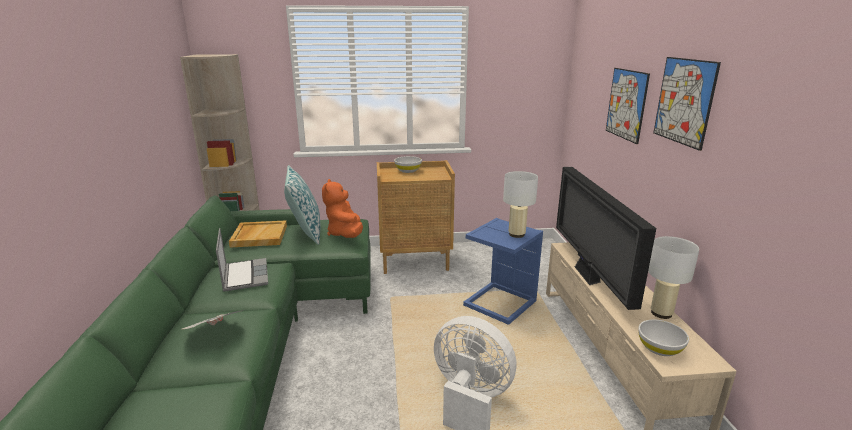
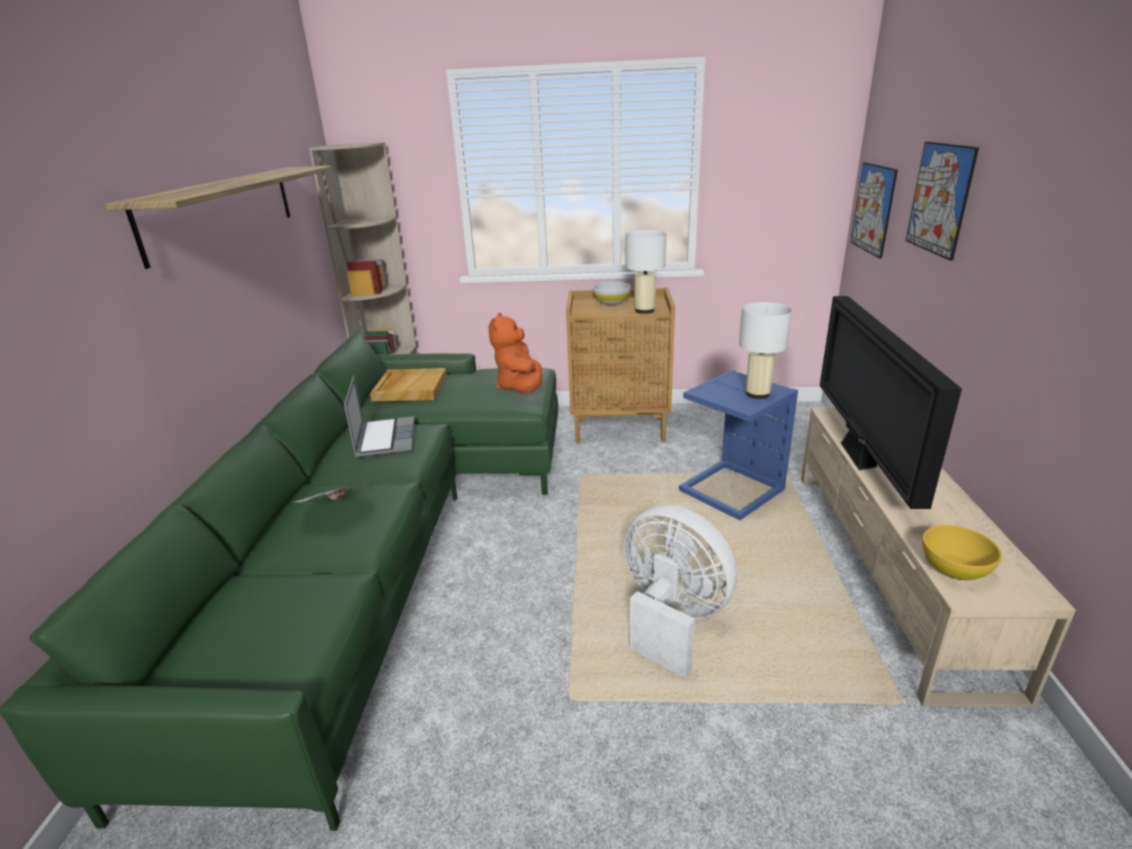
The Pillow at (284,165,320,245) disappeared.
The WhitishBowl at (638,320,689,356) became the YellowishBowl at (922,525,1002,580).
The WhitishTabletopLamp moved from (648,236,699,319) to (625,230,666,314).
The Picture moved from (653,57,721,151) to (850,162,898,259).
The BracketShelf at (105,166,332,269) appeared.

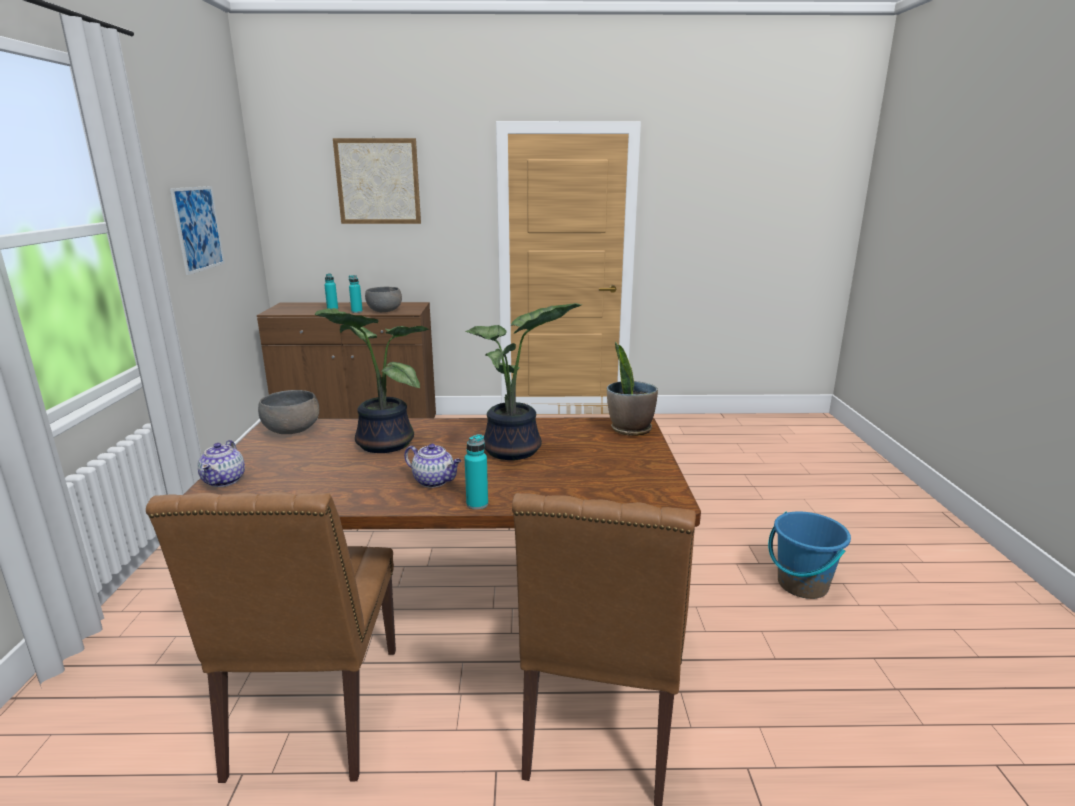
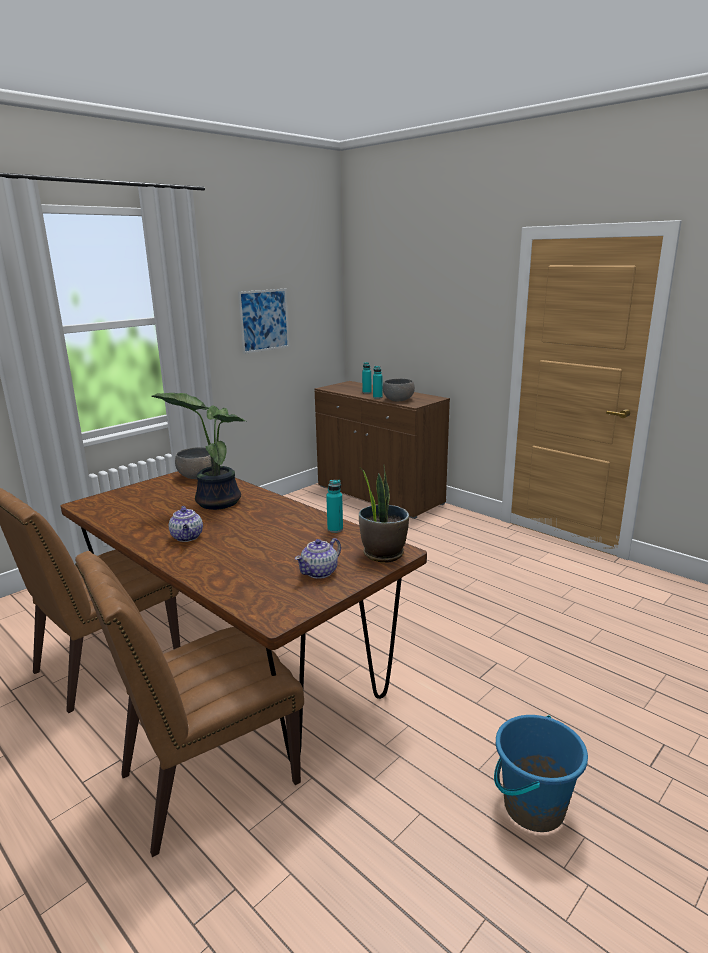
The PotForTea moved from (198,440,245,487) to (295,538,341,579).
The Picture at (333,137,421,224) disappeared.
The TurquoiseDrinkBottle moved from (464,434,488,510) to (326,480,343,533).
The PlantInAPot at (465,303,581,460) disappeared.

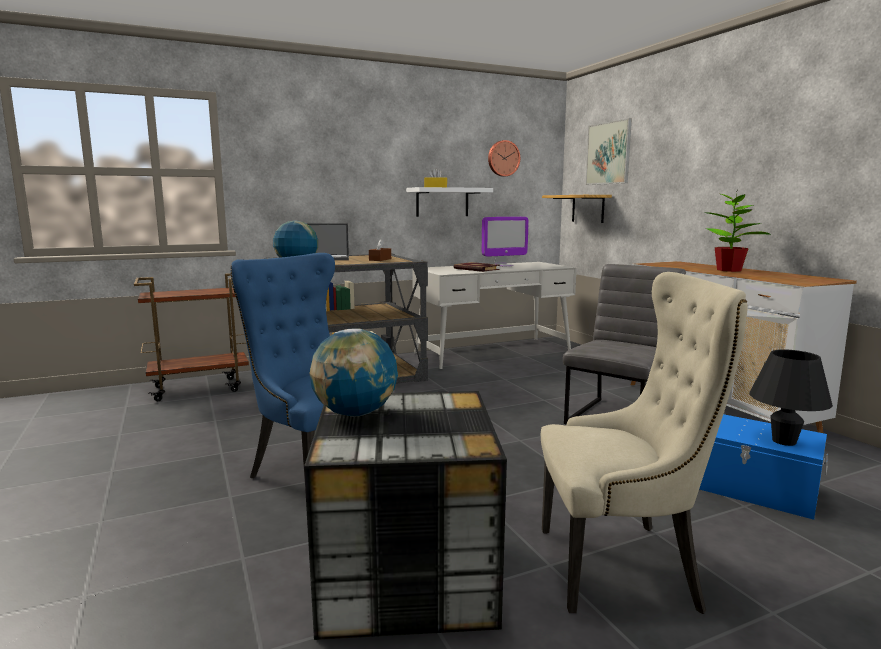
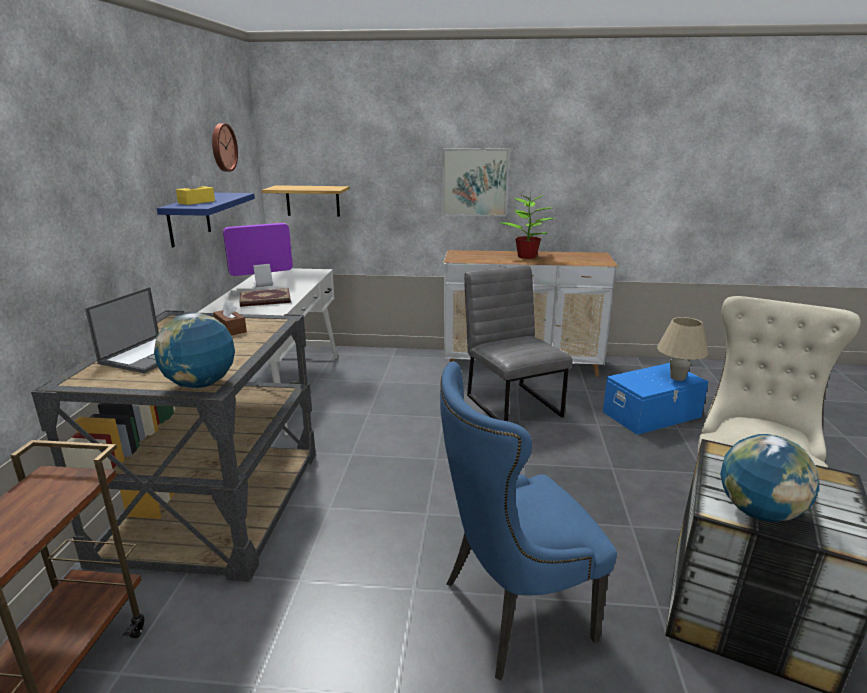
The WhitishBracketShelf at (406,187,493,217) became the BlueColouredBracketShelf at (157,193,255,247).
The ComputerScreen at (482,217,528,267) turned 120 degrees counterclockwise.
The Picture moved from (585,118,632,185) to (442,148,509,216).
The BlackColouredTabletopLamp at (750,349,833,446) became the SandColouredTabletopLamp at (657,317,708,381).

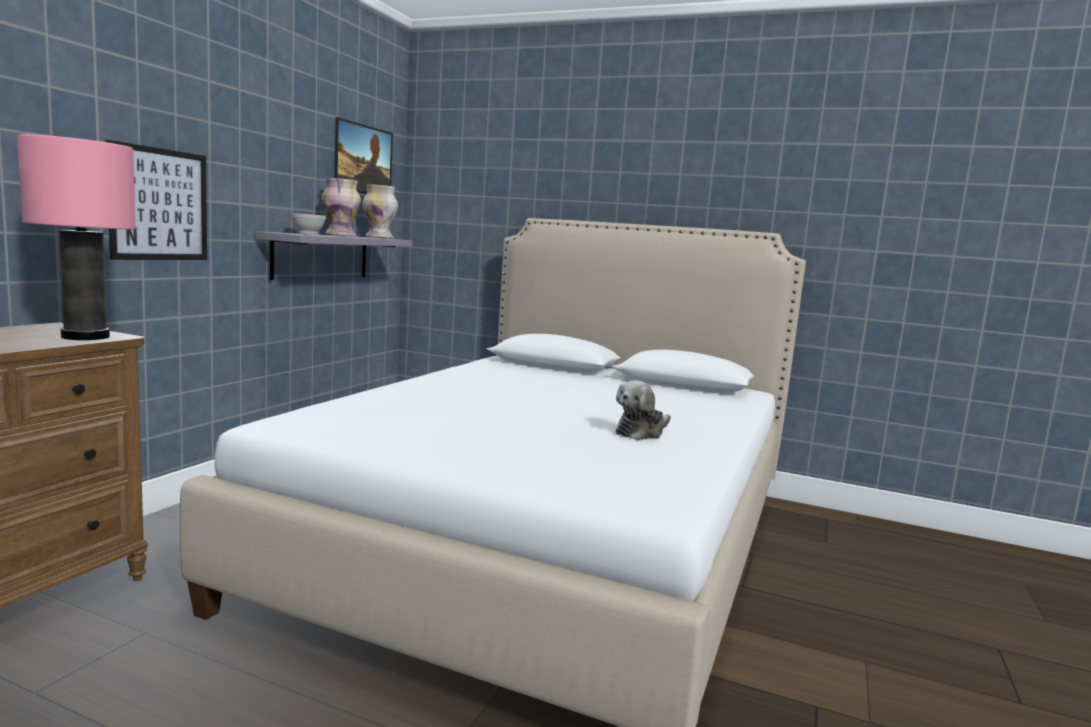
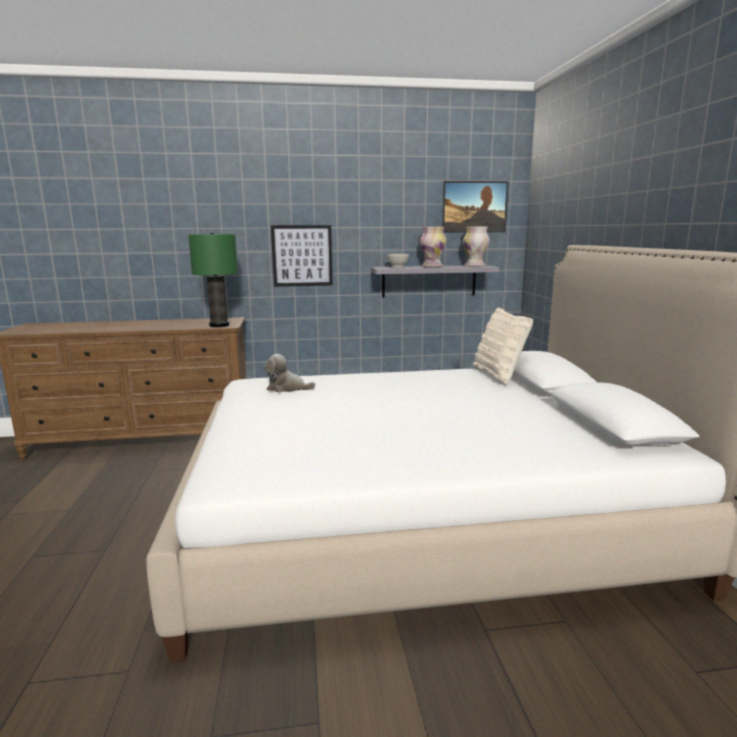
The PinkishTabletopLamp at (17,134,136,340) became the GreenColouredTabletopLamp at (188,233,238,327).
The CuddlyToy moved from (615,380,671,440) to (265,354,316,392).
The SandColouredPillow at (473,307,533,385) appeared.

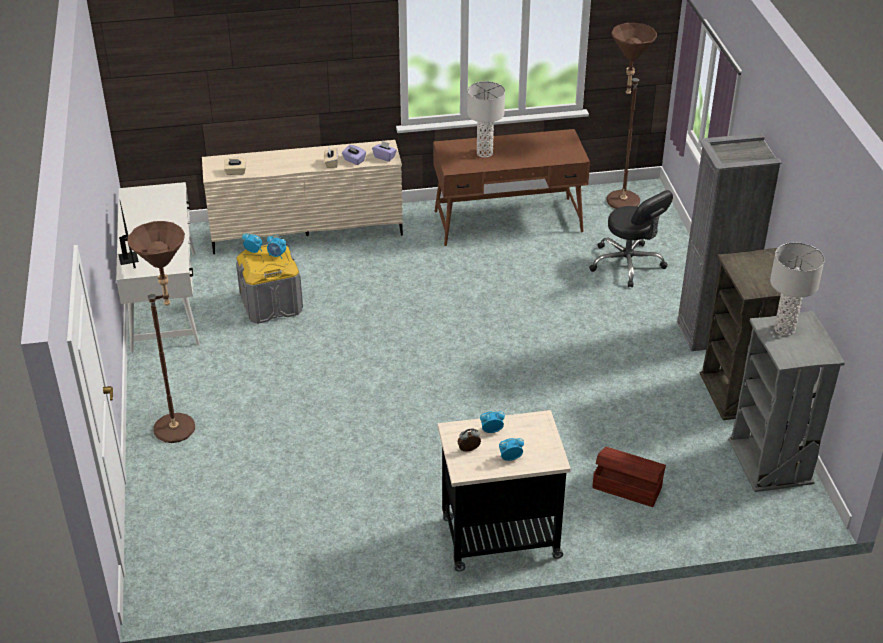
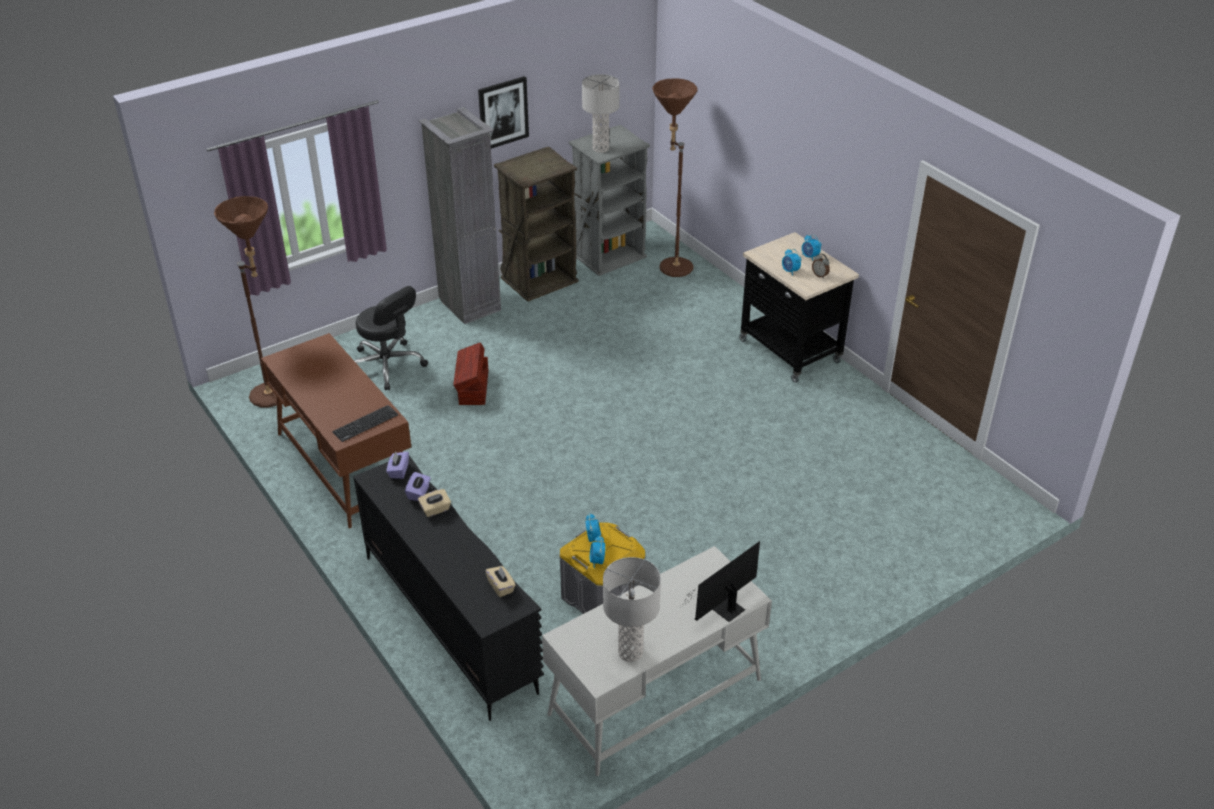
The BrownFloorLamp moved from (127,221,195,443) to (652,78,698,277).
The SandColouredDrawerChest at (202,140,403,254) became the BlackColouredDrawerChest at (353,456,544,721).
The WhitishTabletopLamp moved from (467,81,505,158) to (603,557,661,662).
The BlackColouredComputerChair at (589,190,673,288) turned 105 degrees clockwise.
The BrownStorageBox moved from (592,446,666,507) to (453,342,488,405).
The PcKeyboard at (332,405,398,442) appeared.
The Picture at (478,76,529,149) appeared.

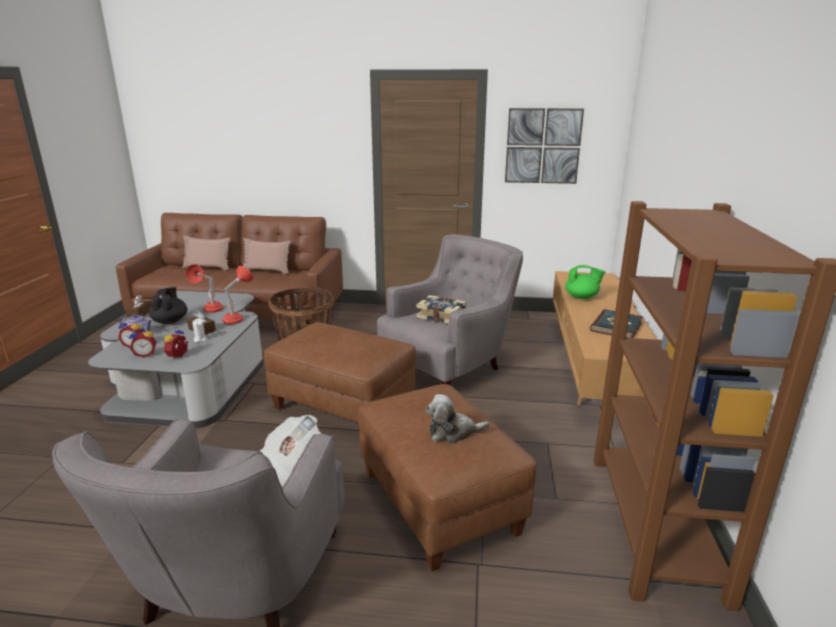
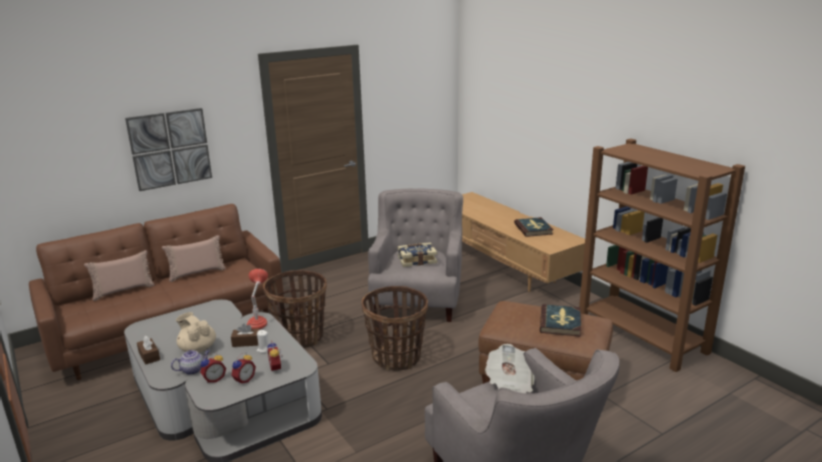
The BlackColouredPotForTea at (149,287,187,324) became the SandColouredPotForTea at (176,312,216,353).
The RedTabletopLamp at (185,264,223,313) disappeared.
The BrownFootrest at (263,322,416,423) was replaced by the StorageBasket at (362,286,428,371).
The CuddlyToy at (426,394,490,444) was replaced by the Book at (540,304,581,337).
The Picture moved from (505,108,584,184) to (125,108,212,191).
The GreenColouredPotForTea at (565,265,605,299) disappeared.

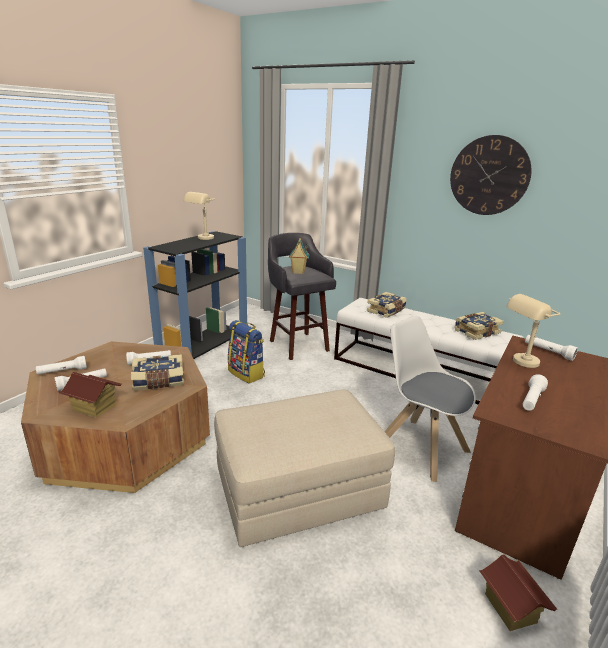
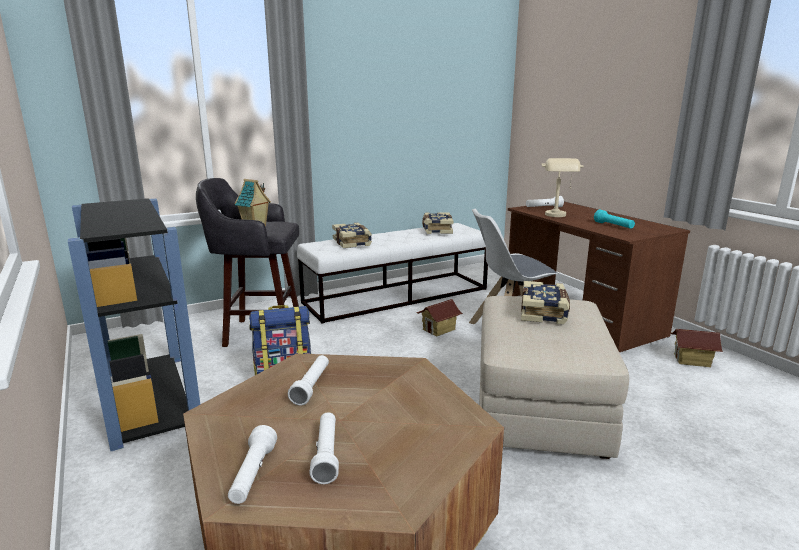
The ModelHouse moved from (59,372,122,418) to (416,299,463,336).
The Book moved from (131,354,184,390) to (521,281,570,325).
The SandColouredTabletopLamp at (184,192,215,240) disappeared.
The HangingClock at (450,135,532,215) disappeared.
The WhitishHandTorch at (522,374,548,411) became the TurquoiseHandTorch at (594,210,635,229).

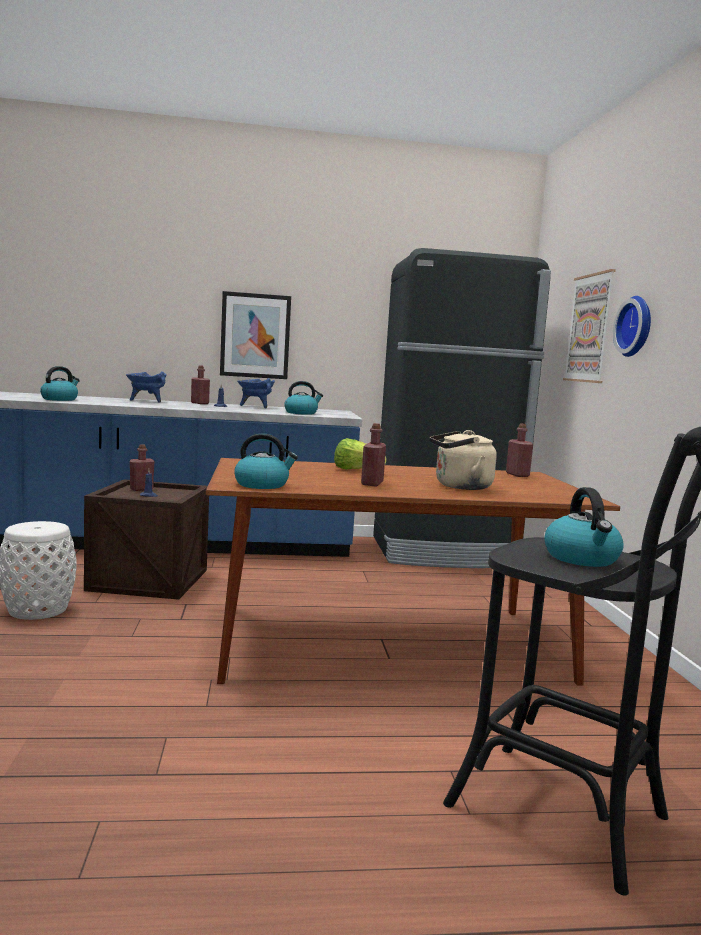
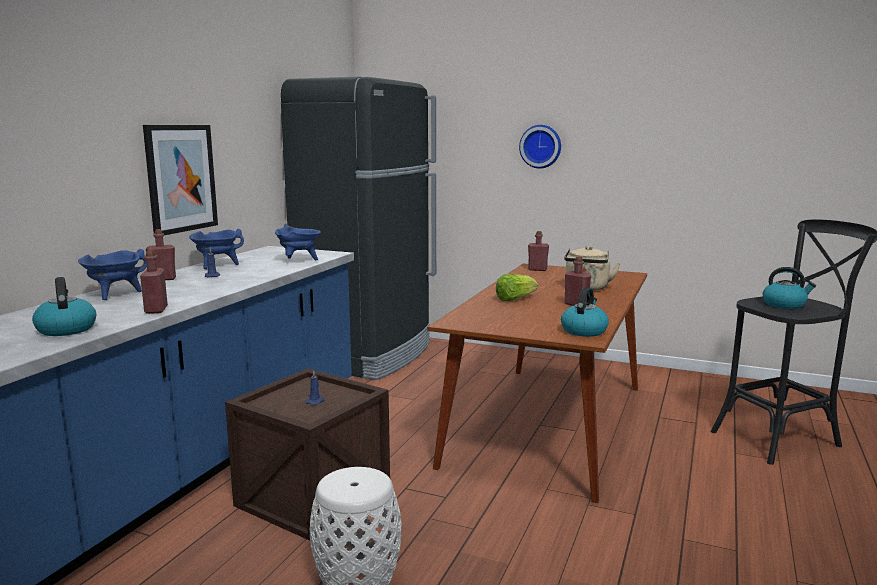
The RedDrinkBottle moved from (130,444,155,491) to (140,250,168,314).
The TeaKettle at (284,381,323,415) was replaced by the BlueColouredStockpot at (275,224,321,260).
The Picture at (563,269,616,383) disappeared.

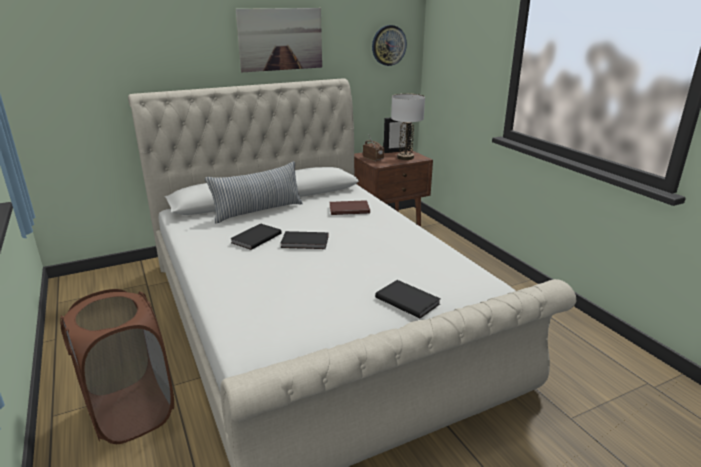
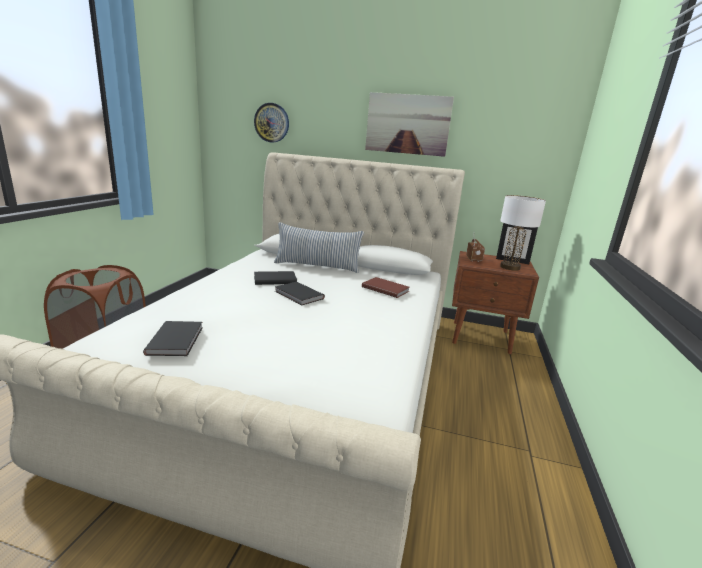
The HangingClock moved from (372,25,407,66) to (254,103,289,143).
The BlackColouredBook moved from (375,280,441,318) to (143,321,203,356).

